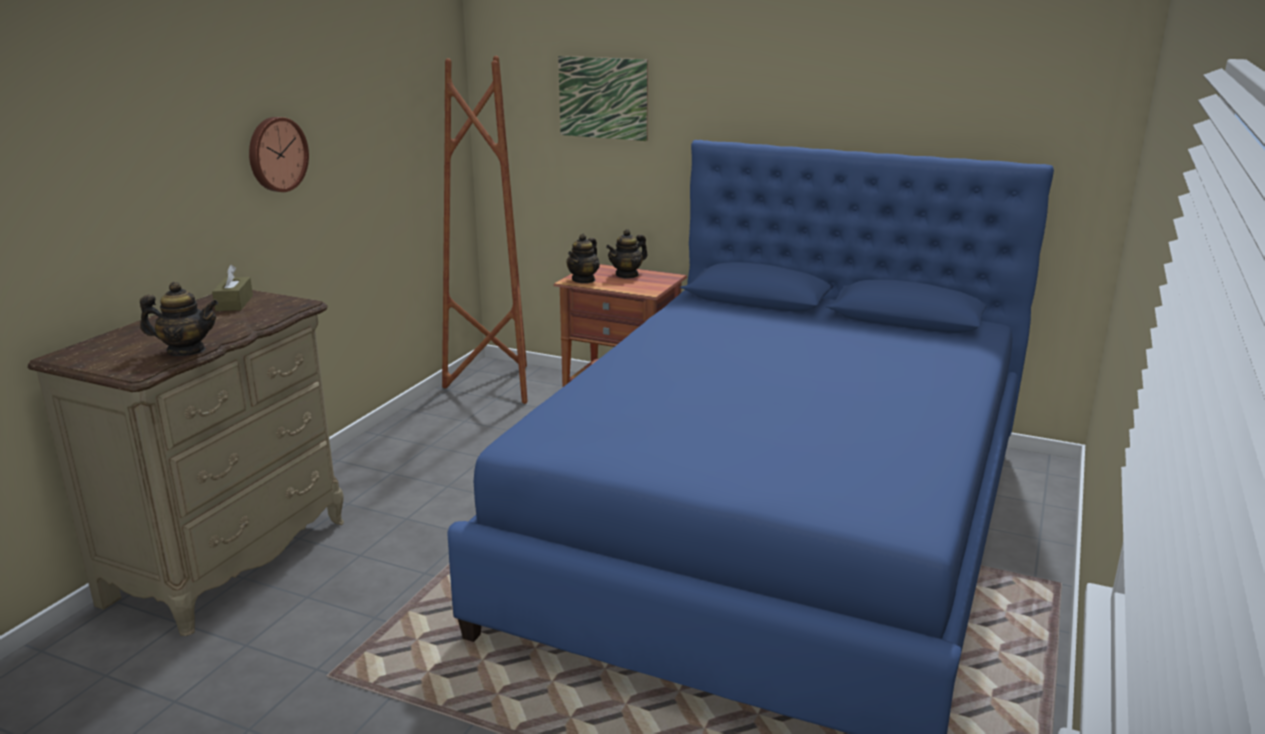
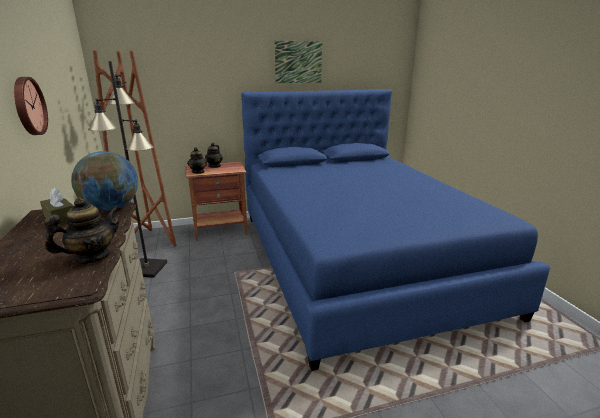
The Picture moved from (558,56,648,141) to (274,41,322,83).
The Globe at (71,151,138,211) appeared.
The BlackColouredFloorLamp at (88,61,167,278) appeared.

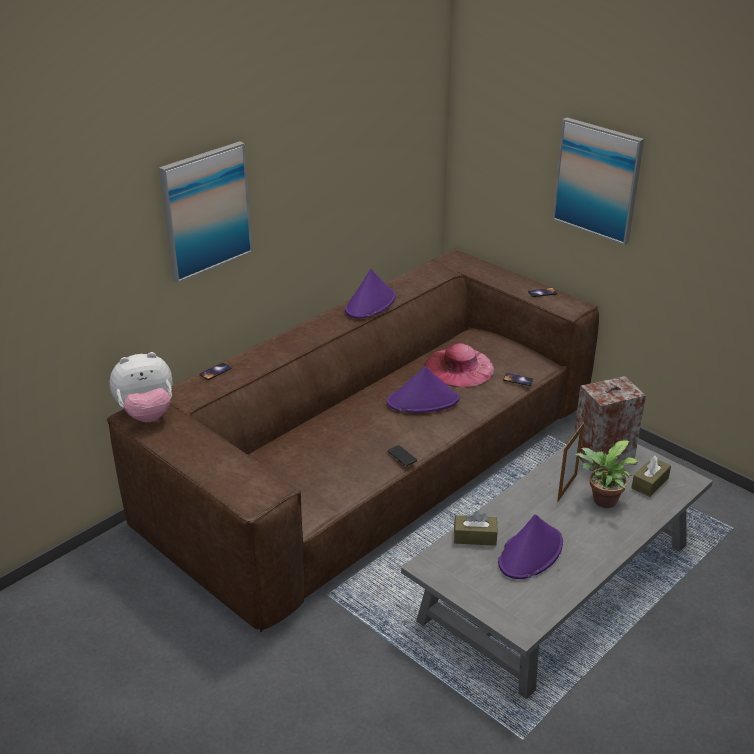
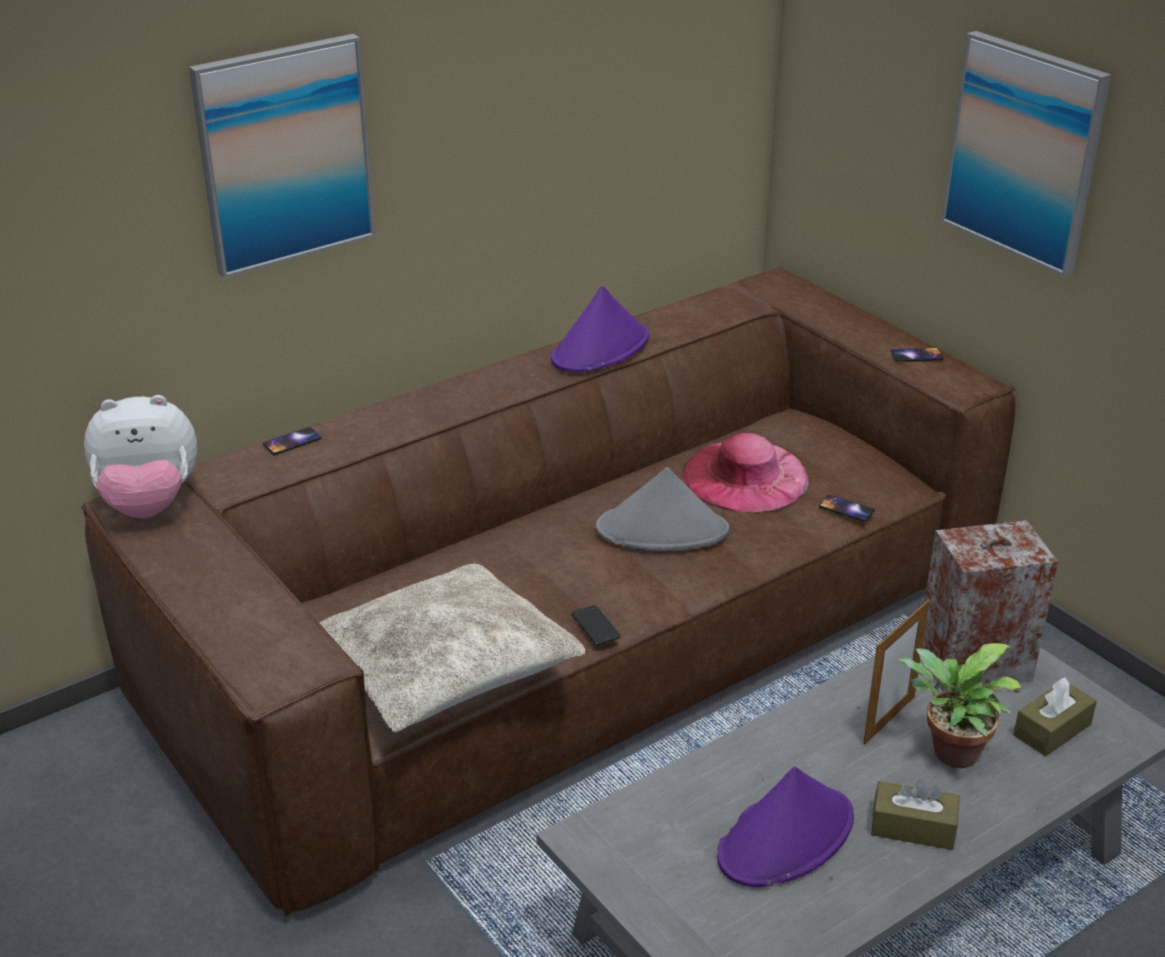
The PurplishClothingHat at (387,366,459,413) became the GreyishClothingHat at (596,467,729,551).
The BrownBoxOfTissues moved from (454,511,498,546) to (871,779,960,850).
The SandColouredPillow at (319,564,585,733) appeared.

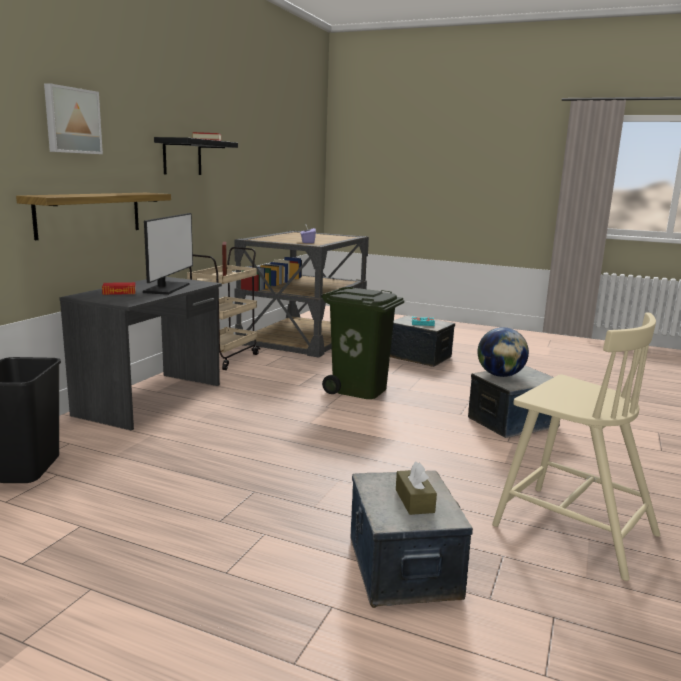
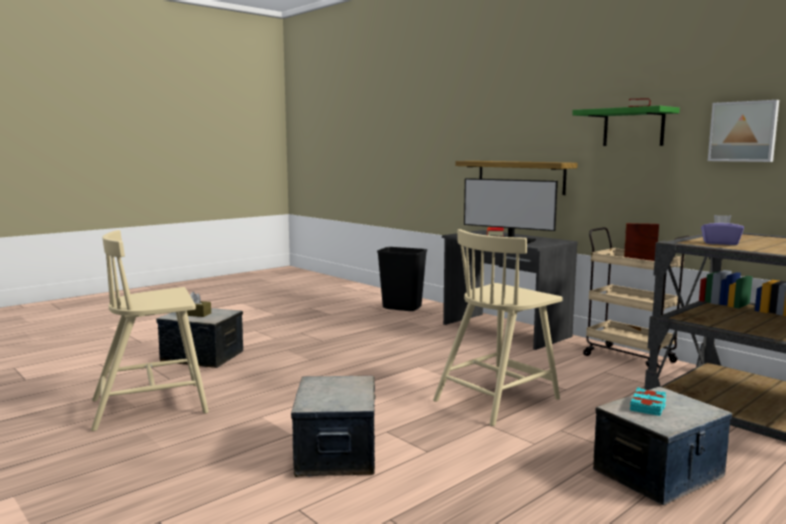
The Picture moved from (44,83,103,154) to (708,100,779,162).
The BlackColouredBracketShelf at (154,137,238,175) became the GreenColouredBracketShelf at (572,106,680,146).
The GreenColouredWasteBin at (321,287,404,399) was replaced by the SandColouredPlainChair at (433,229,563,426).
The Globe at (477,327,529,377) disappeared.

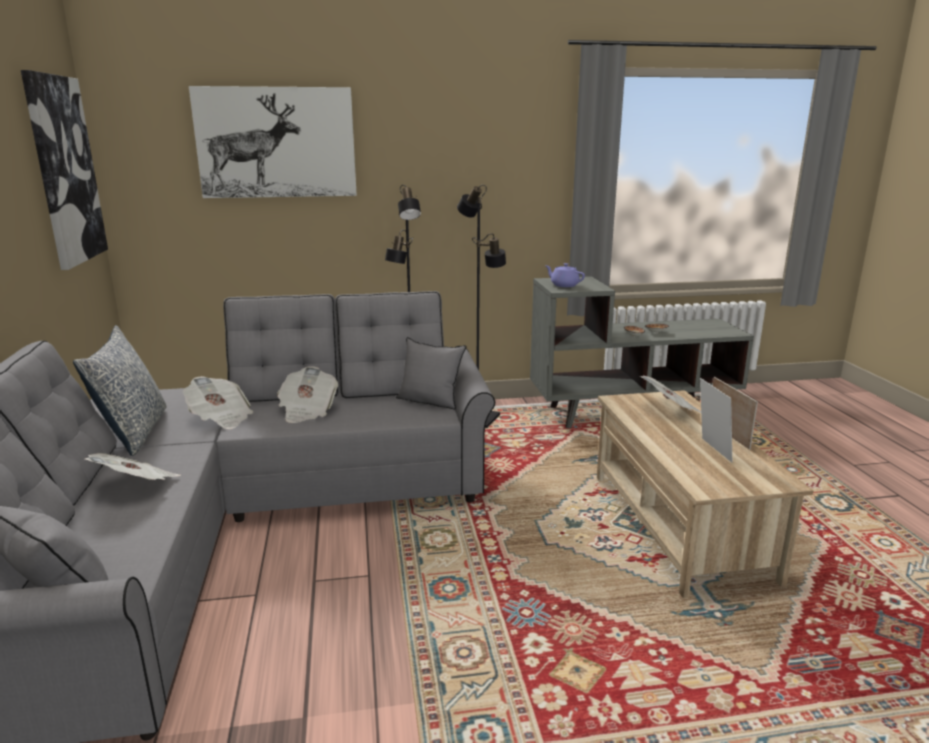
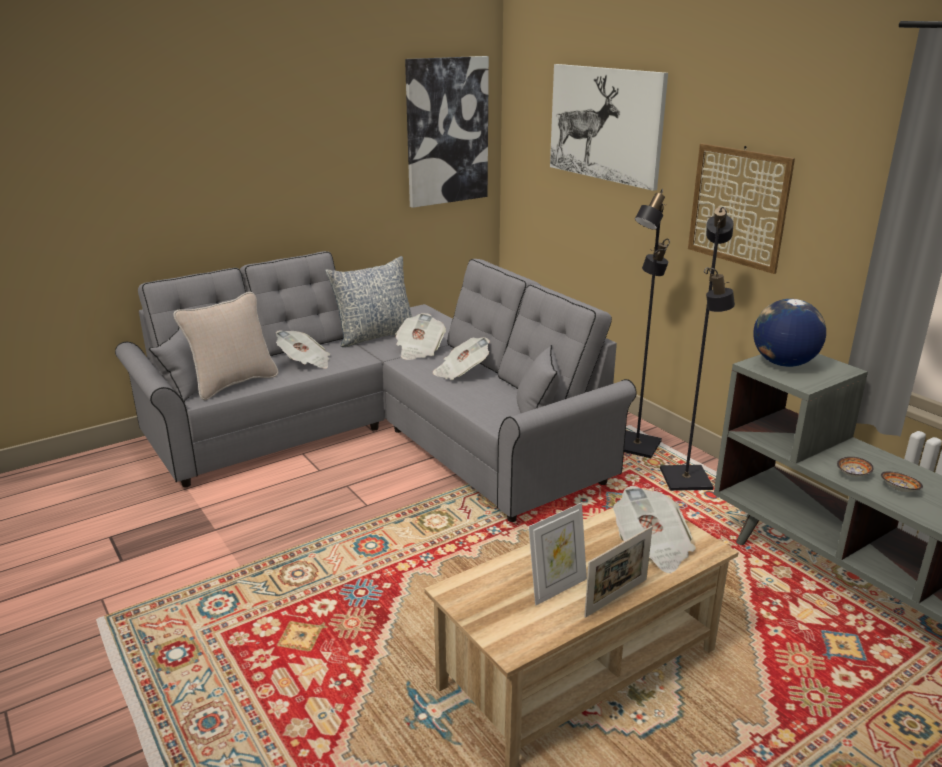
The PurplishPotForTea at (545,263,585,287) was replaced by the Globe at (753,299,826,367).
The SandColouredPillow at (173,292,278,400) appeared.
The Picture at (688,143,795,274) appeared.

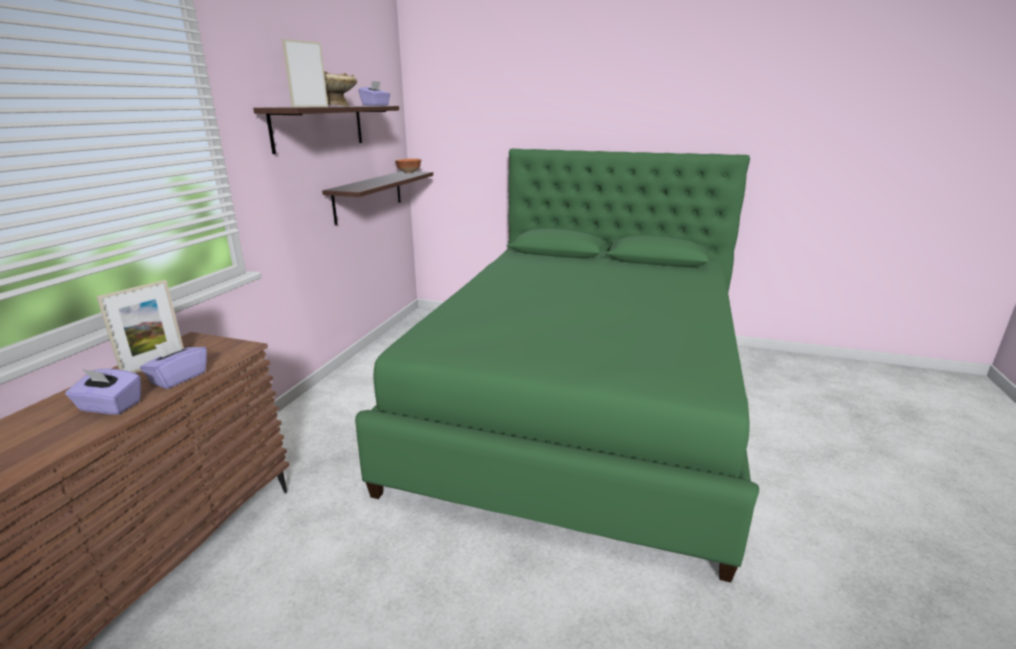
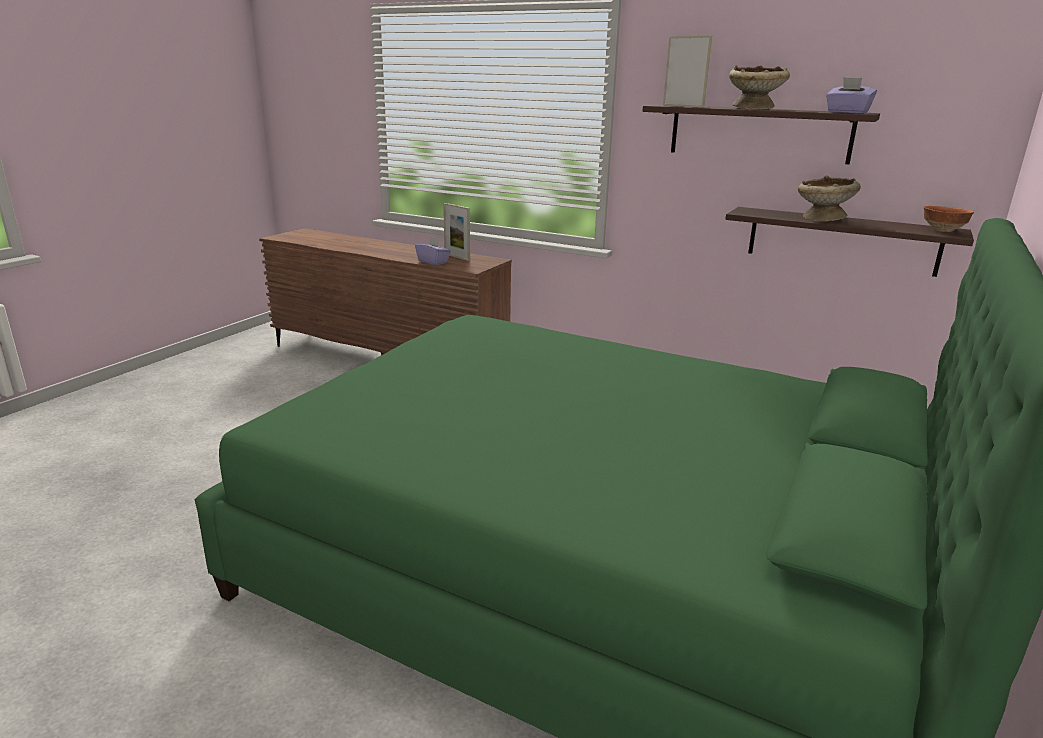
The PurplishBoxOfTissues at (65,369,141,415) disappeared.
The SandColouredBowl at (798,175,861,221) appeared.

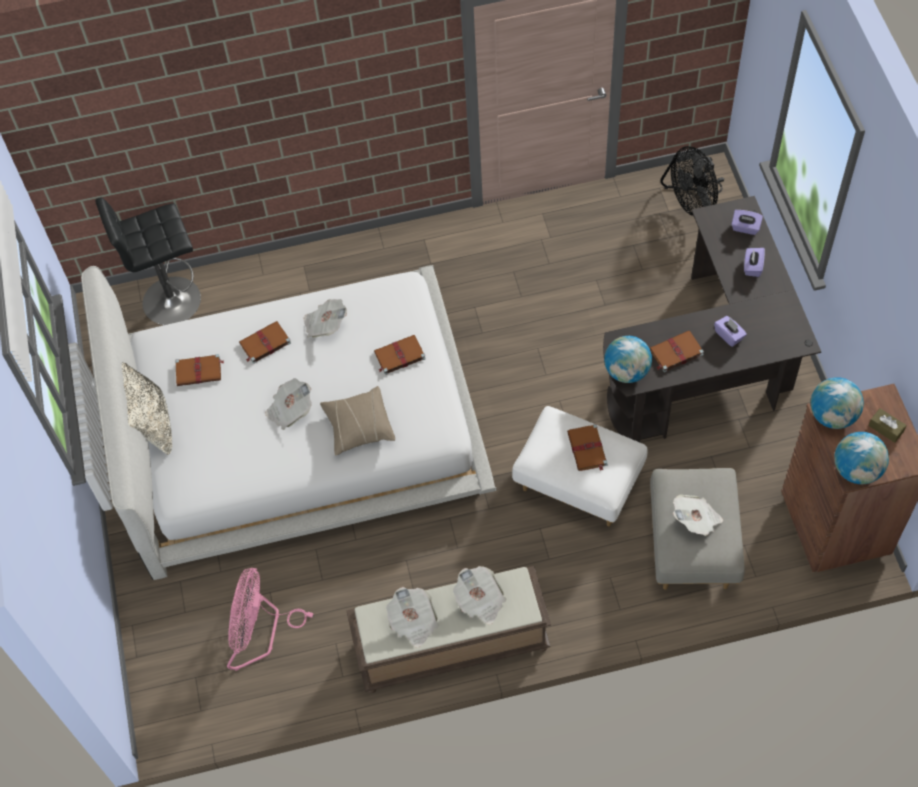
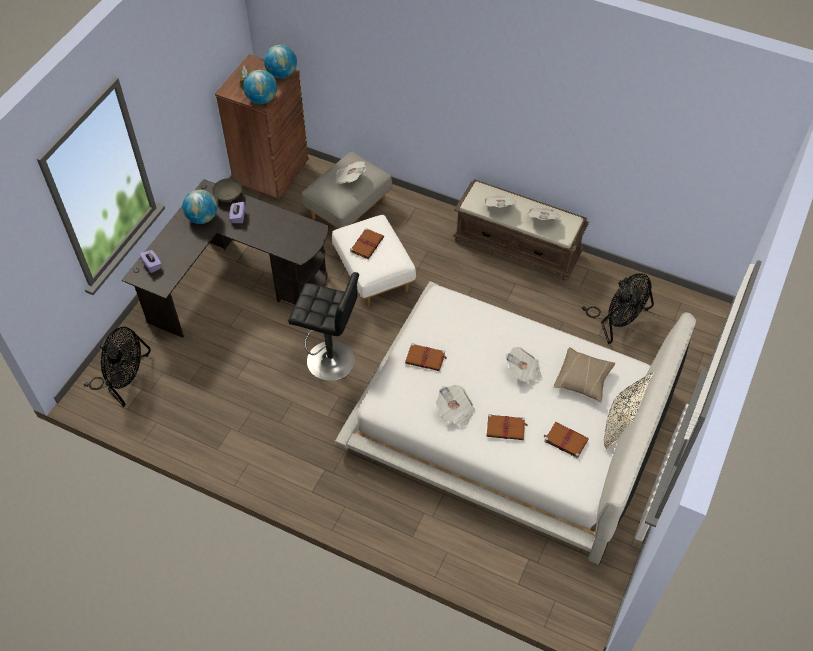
The BlackColouredSittingStool moved from (95,197,201,325) to (288,272,359,381).
The PinkishFan at (227,568,315,671) became the BlackColouredFan at (582,273,654,344).
The SandColouredPillow moved from (320,386,395,456) to (554,347,615,402).
The Globe moved from (604,336,652,383) to (182,190,217,224).
The BrownBook at (650,330,704,372) disappeared.
The PurplishBoxOfTissues at (744,248,765,277) disappeared.
The GreyishBowl at (212,178,242,201) appeared.

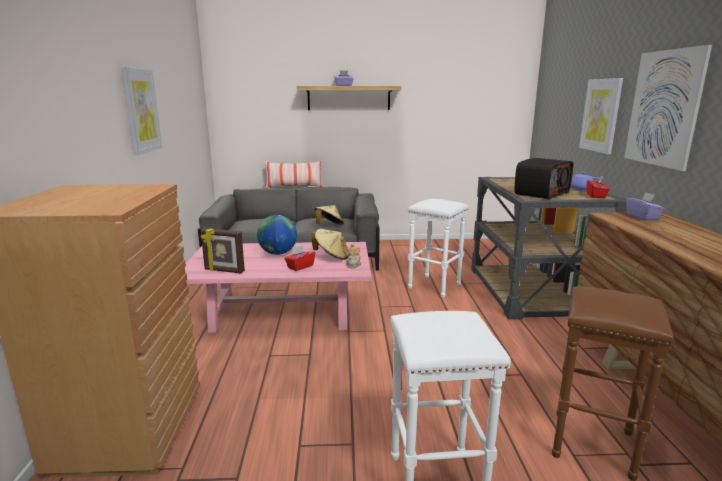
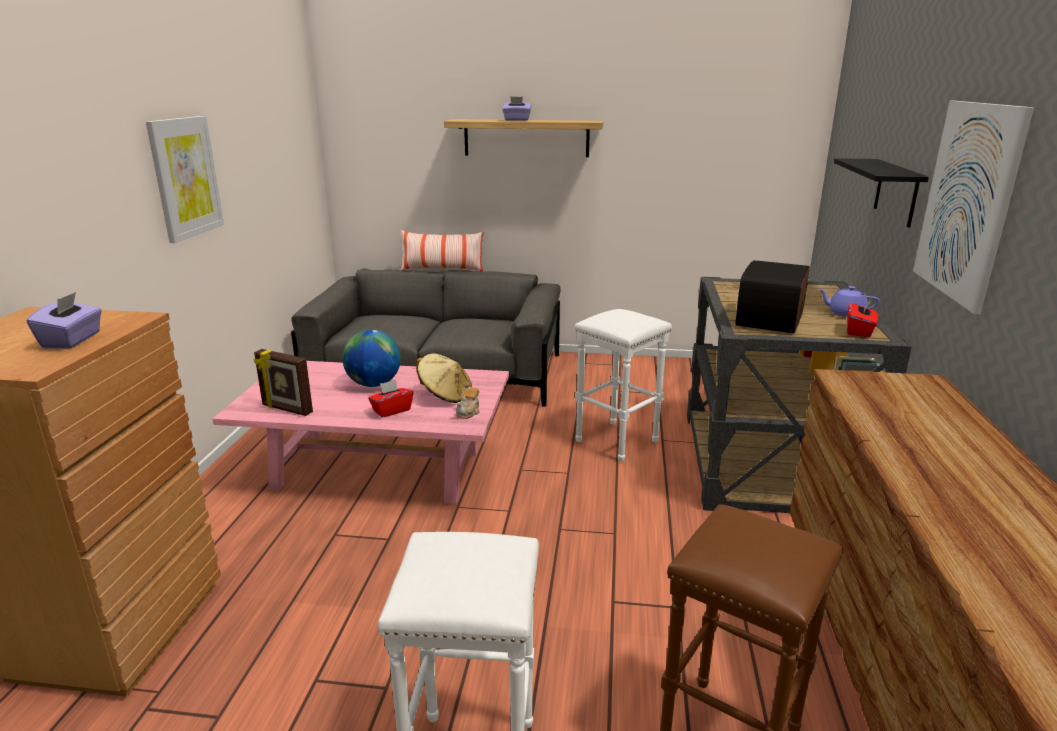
The SandColouredClothingHat at (314,205,344,225) disappeared.
The RadioReceiver at (515,158,573,199) turned 150 degrees clockwise.
The Picture at (579,78,623,154) was replaced by the BlackColouredBracketShelf at (834,158,929,228).
The PurplishBoxOfTissues moved from (626,192,665,221) to (27,292,102,348).

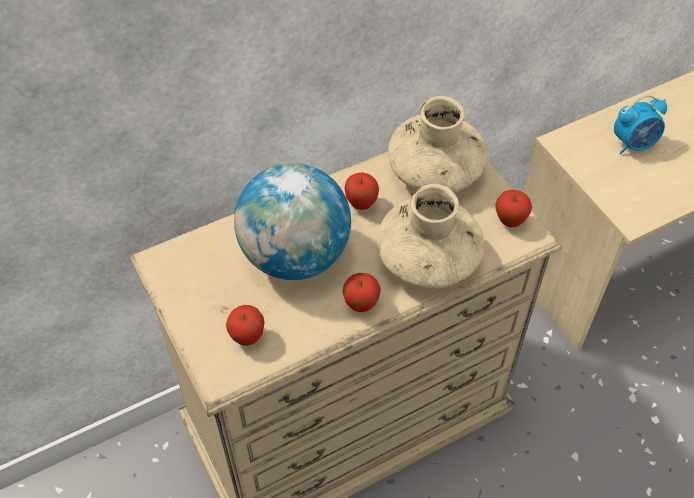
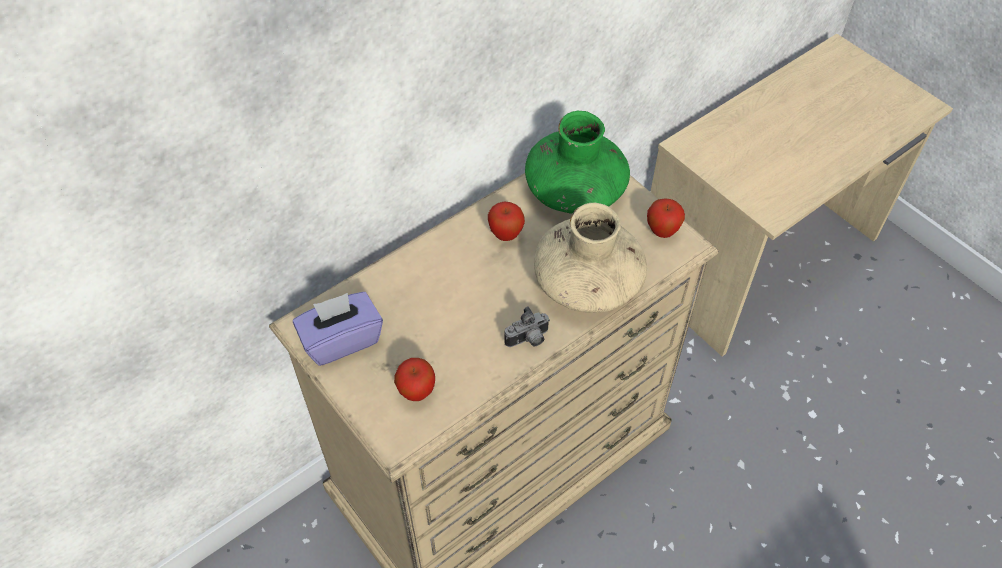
The Globe at (234,163,351,280) disappeared.
The Apple at (342,273,381,312) was replaced by the StillCamera at (504,306,550,347).
The SandColouredFlowerVase at (388,96,488,193) became the GreenColouredFlowerVase at (525,111,630,214).
The BedsideClock at (614,95,667,154) disappeared.
The PurplishBoxOfTissues at (293,292,383,366) appeared.

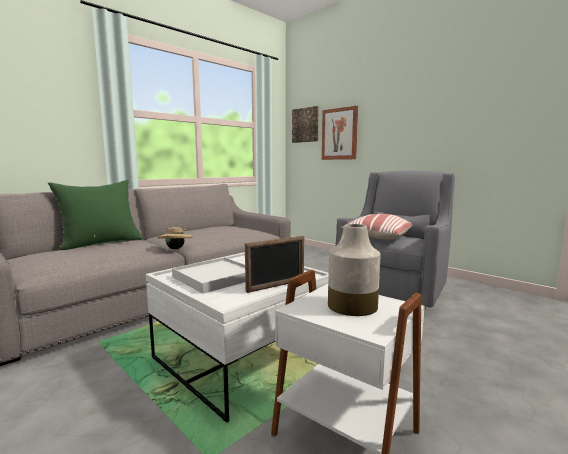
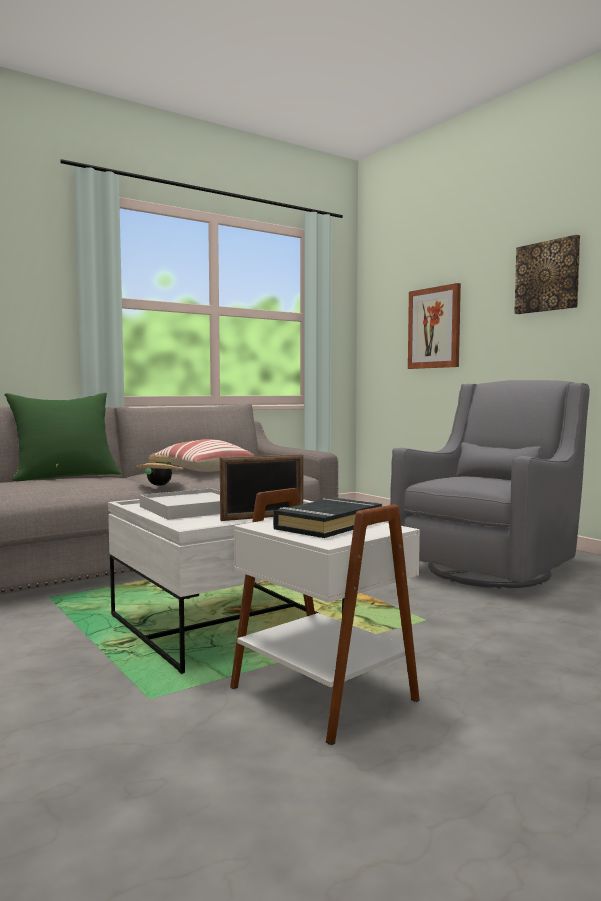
The Picture moved from (292,106,319,143) to (514,235,580,314).
The SandColouredFlowerVase at (328,224,381,316) was replaced by the BlackColouredBook at (273,498,382,538).
The Pillow moved from (341,214,412,240) to (151,439,255,472).

